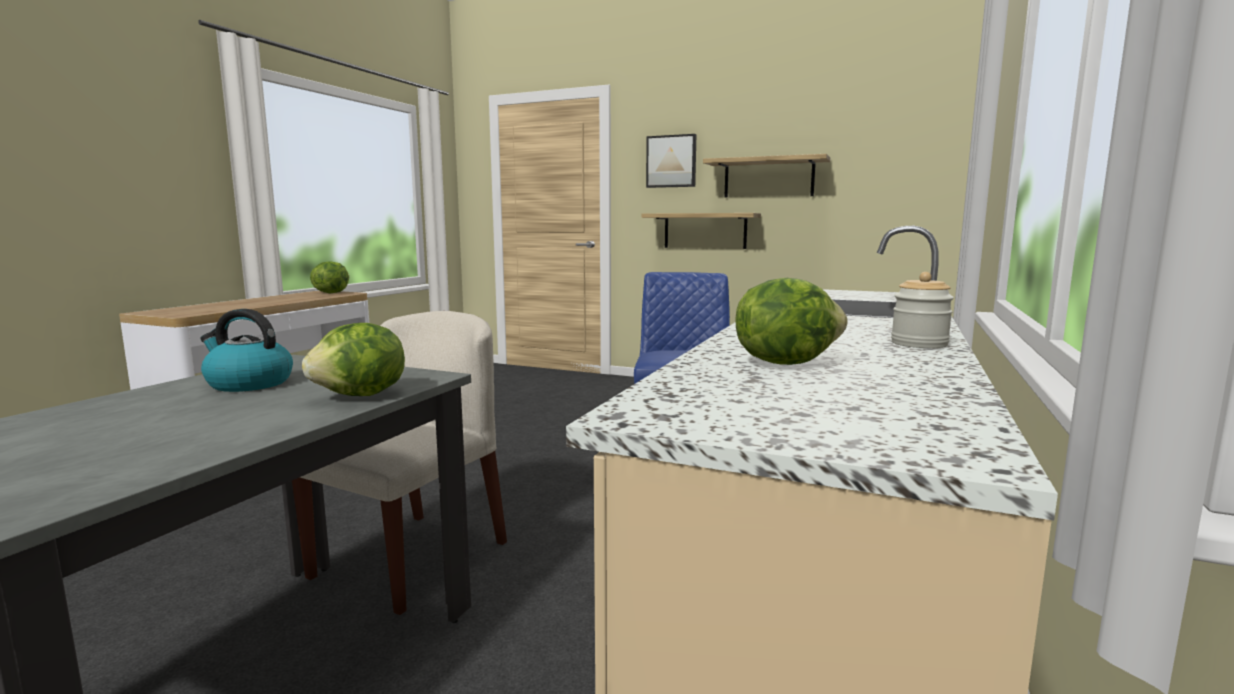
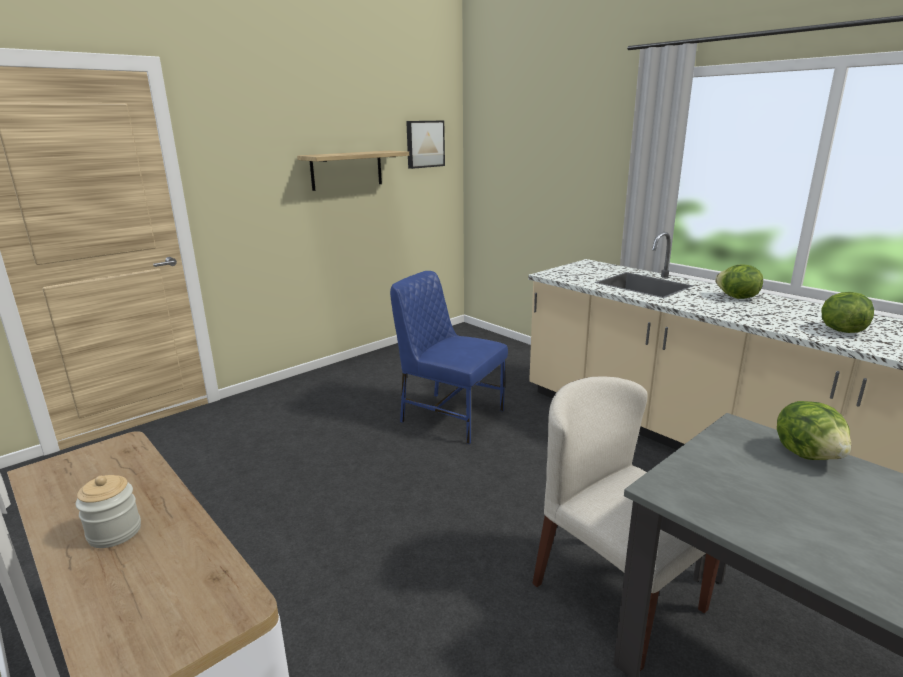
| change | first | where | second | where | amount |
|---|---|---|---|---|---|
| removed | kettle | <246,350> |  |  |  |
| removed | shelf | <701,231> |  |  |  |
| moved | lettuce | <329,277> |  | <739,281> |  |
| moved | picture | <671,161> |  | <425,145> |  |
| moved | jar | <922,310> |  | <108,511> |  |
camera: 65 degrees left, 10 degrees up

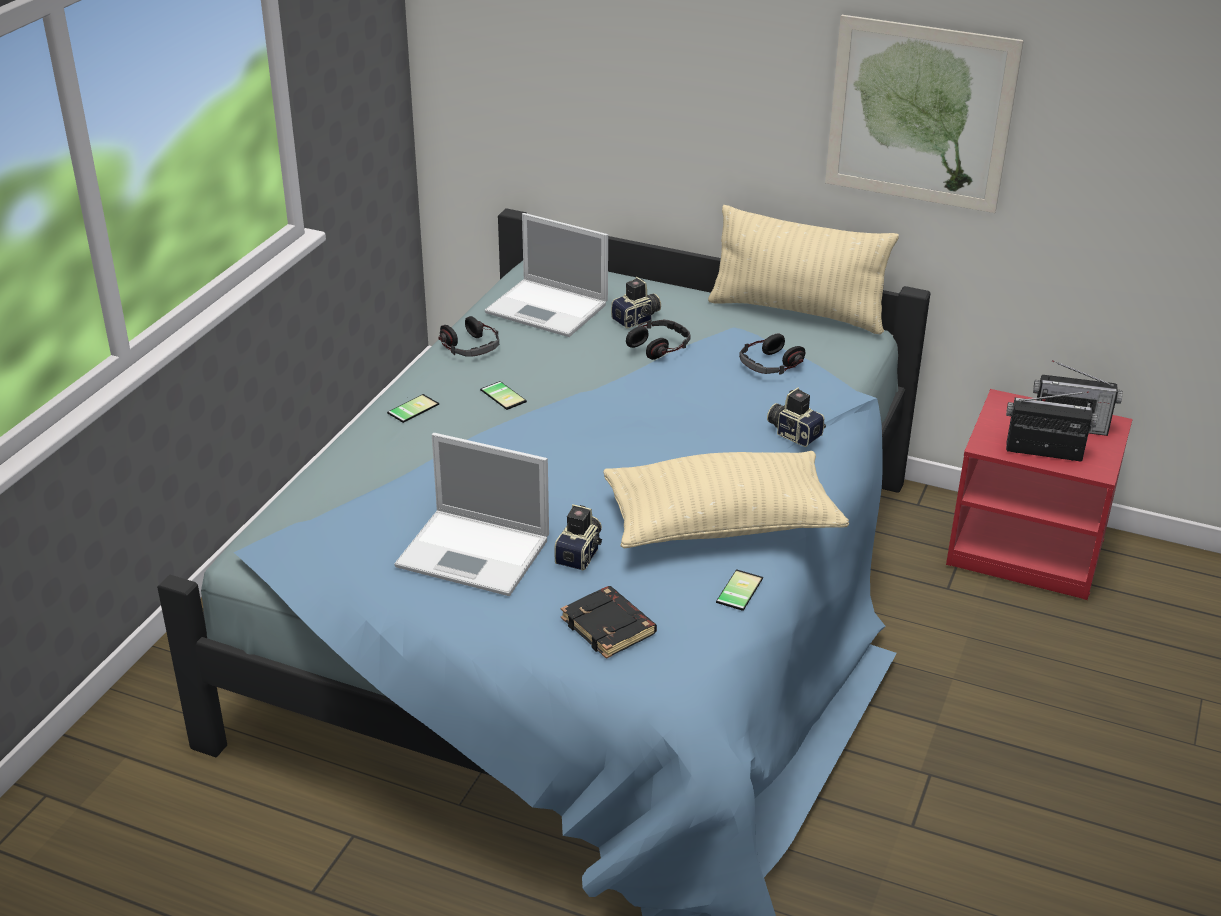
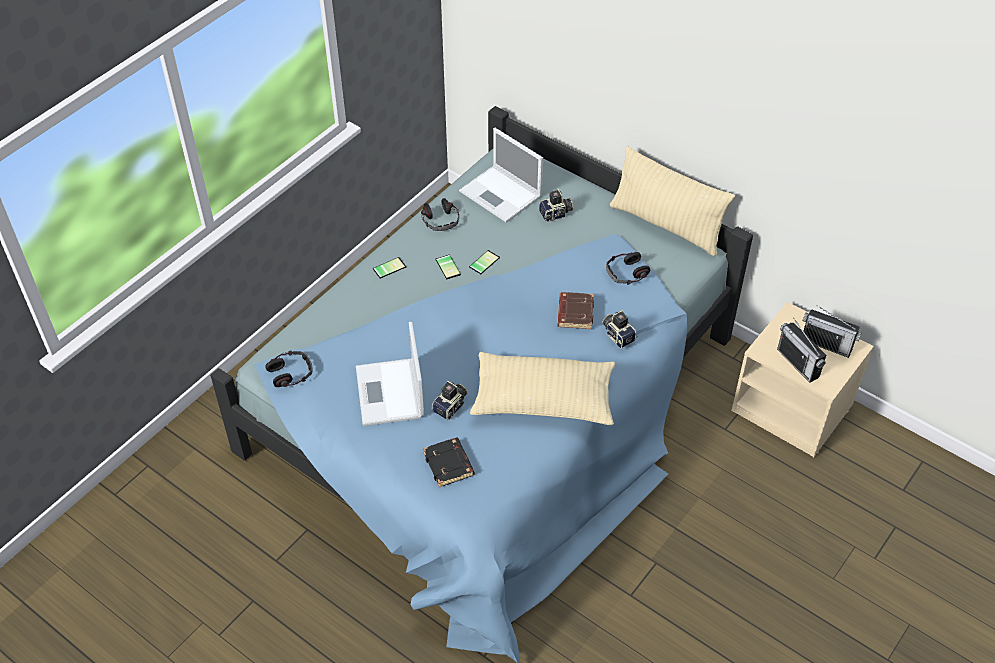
| change | first | where | second | where | amount |
|---|---|---|---|---|---|
| removed | picture | <924,114> |  |  |  |
| added |  |  | brown book | <575,310> |  |
| moved | headphones | <658,339> |  | <289,368> |  |
| moved | phone | <739,590> |  | <484,262> |  |
| recoloured | red nightstand | <1039,494> | beige nightstand | <802,379> |  |
| turned | laptop | <471,514> |  | <390,374> | 45 degrees clockwise |
| turned | radio | <1052,426> |  | <801,350> | 150 degrees counterclockwise |
camera: 15 degrees right, 15 degrees up

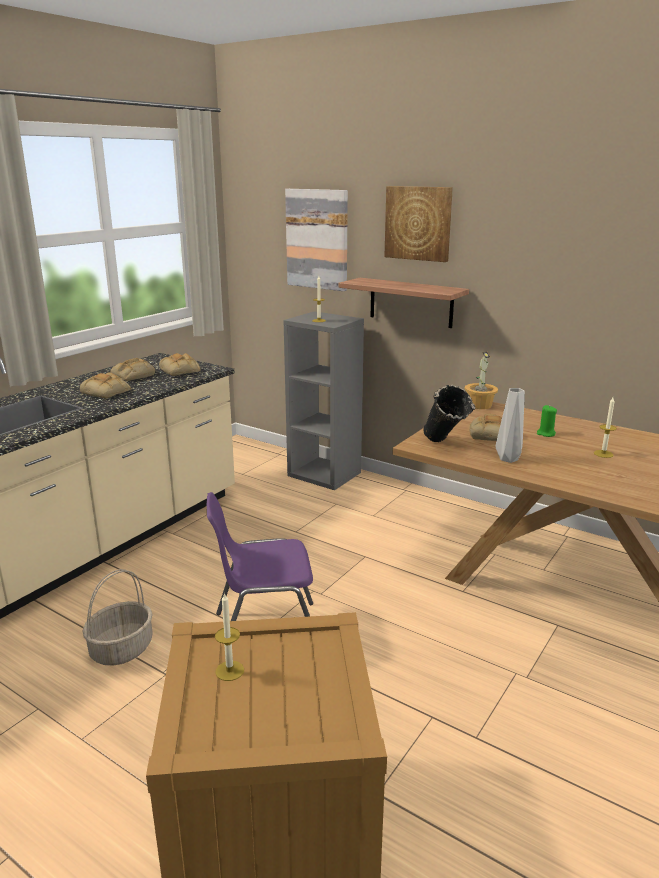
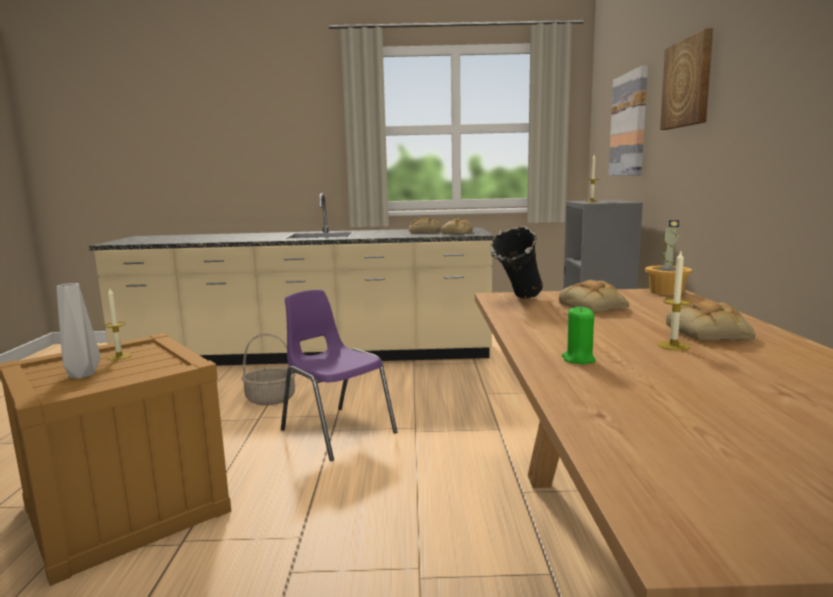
| change | first | where | second | where | amount |
|---|---|---|---|---|---|
| removed | shelf | <403,303> |  |  |  |
| moved | bread | <105,385> |  | <710,320> |  |
| moved | grey vase | <510,425> |  | <78,331> |  |
| moved | green candle | <547,421> |  | <579,335> |  |
camera: 55 degrees right, 10 degrees down

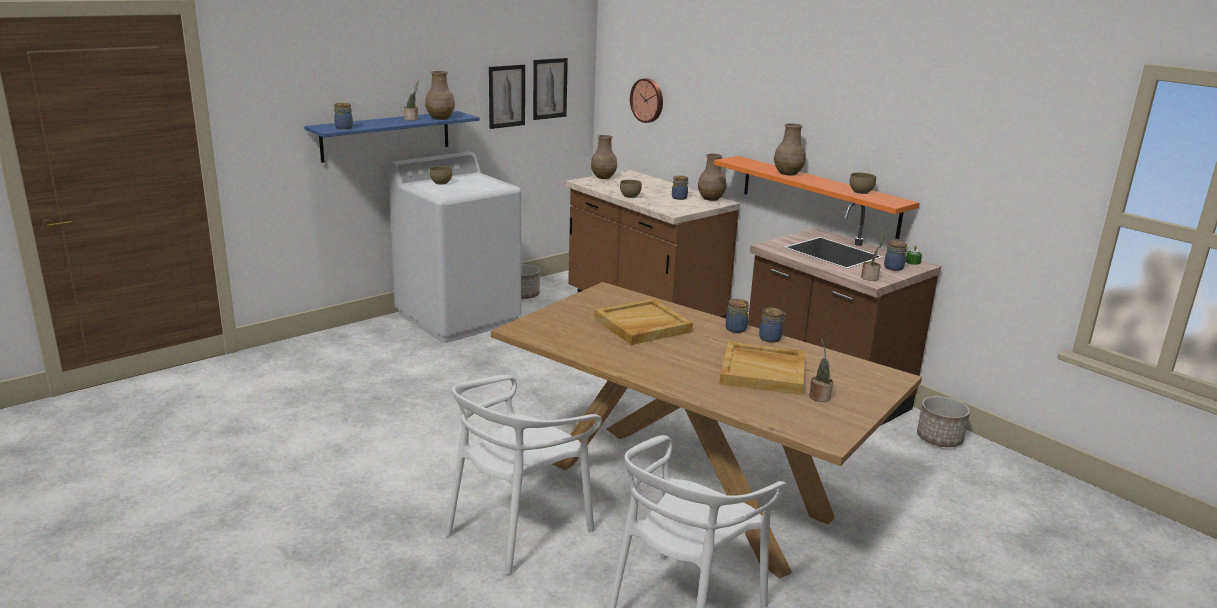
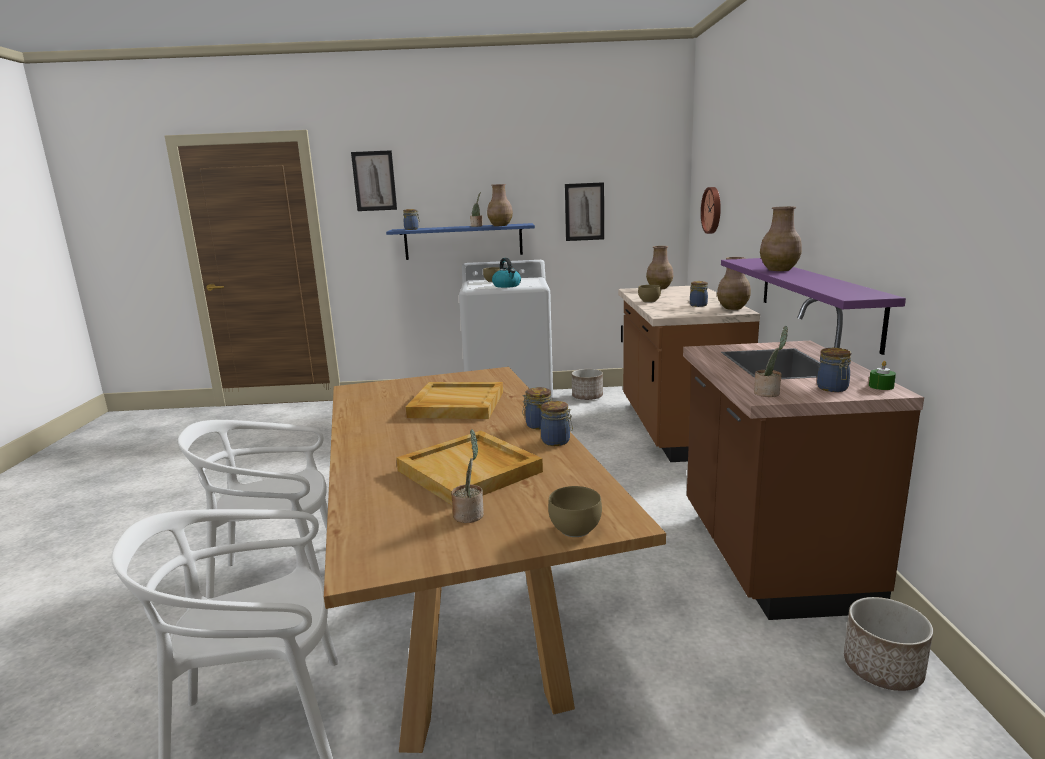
| change | first | where | second | where | amount |
|---|---|---|---|---|---|
| added |  |  | kettle | <506,273> |  |
| moved | picture | <550,89> |  | <374,180> |  |
| moved | brown bowl | <863,183> |  | <575,511> |  |
| recoloured | orange shelf | <816,197> | purple shelf | <813,306> |  |
camera: 40 degrees right, 5 degrees down

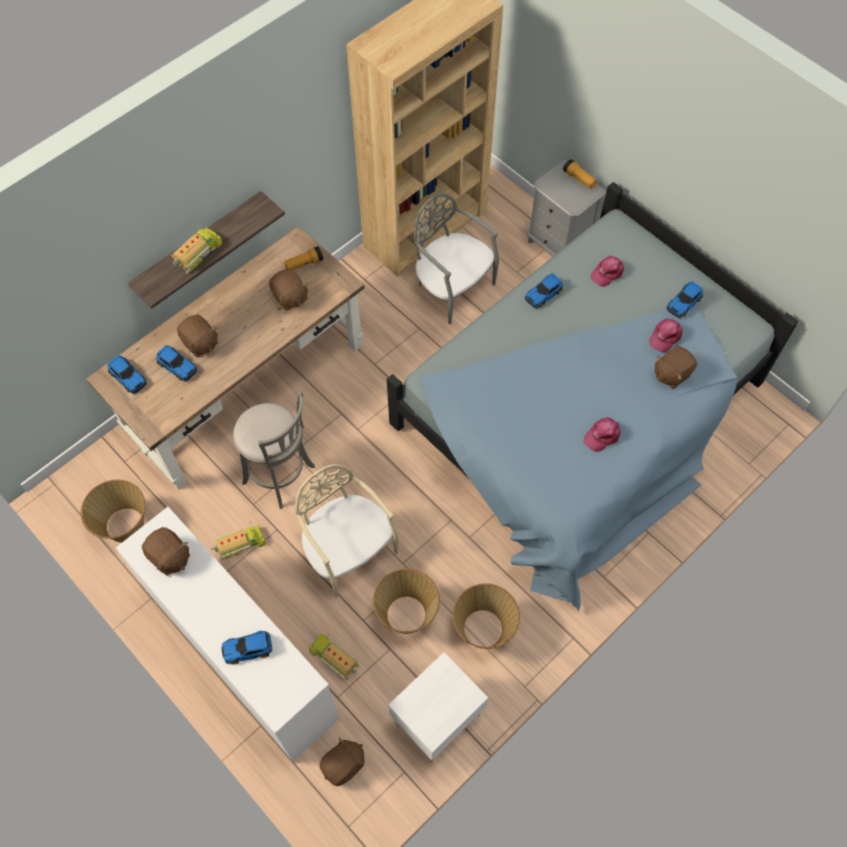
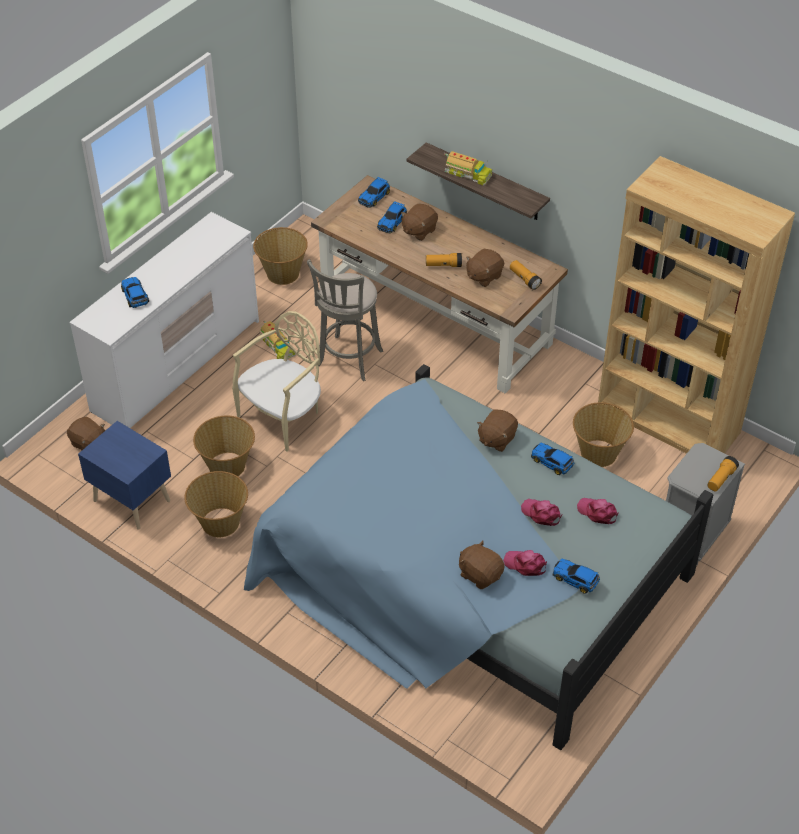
| change | first | where | second | where | amount |
|---|---|---|---|---|---|
| removed | toy truck | <334,656> |  |  |  |
| added |  |  | flashlight | <444,260> |  |
| moved | brown plush toy | <166,551> |  | <497,430> |  |
| moved | pink cap | <602,435> |  | <541,512> |  |
| replaced | grey chair | <456,258> | basket | <603,434> |  |
| recoloured | white nightstand | <438,707> | blue nightstand | <124,475> |  |
camera: 80 degrees right, 15 degrees down

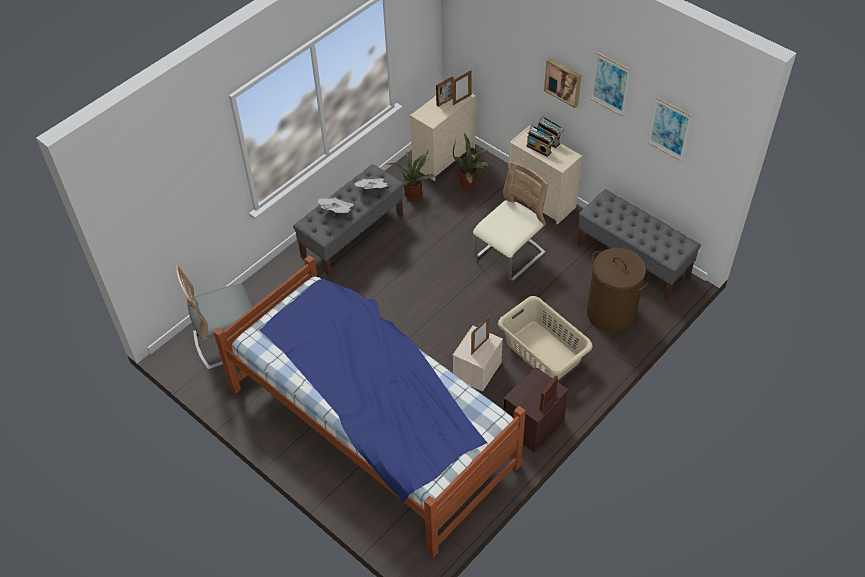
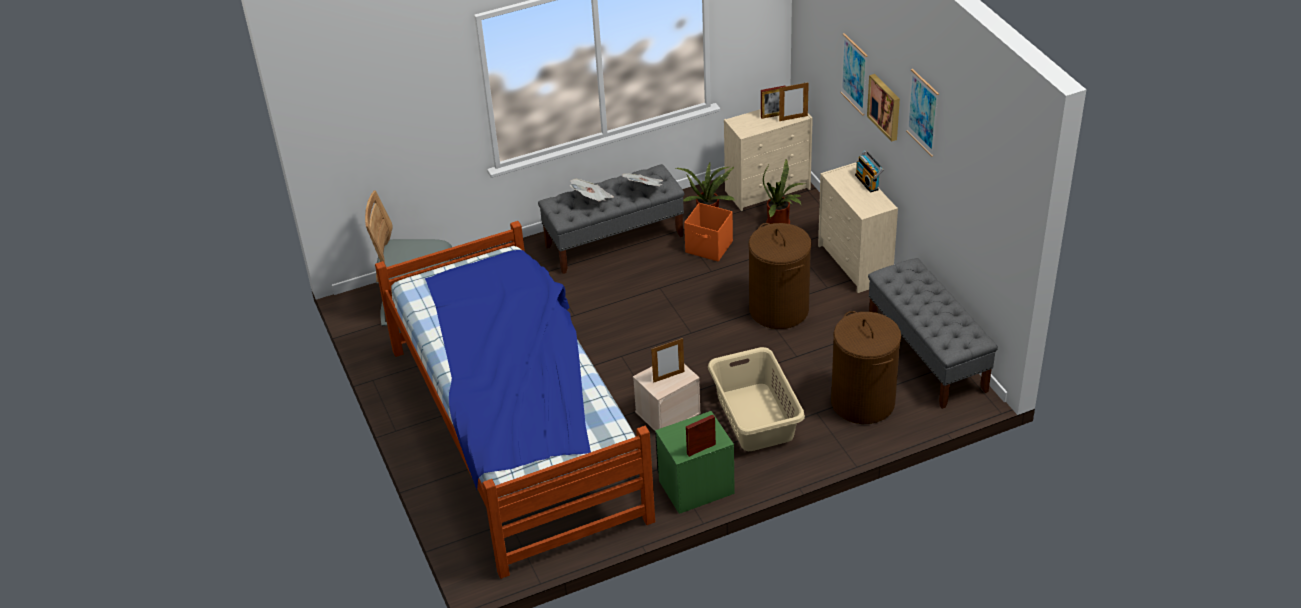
| change | first | where | second | where | amount |
|---|---|---|---|---|---|
| removed | radio | <540,141> |  |  |  |
| added |  |  | orange storage box | <708,232> |  |
| moved | picture | <670,129> |  | <853,74> |  |
| replaced | beige chair | <510,221> | brown laundry basket | <780,276> |  |
| recoloured | brown nightstand | <536,409> | green nightstand | <695,462> |  |
camera: 25 degrees right, 10 degrees down

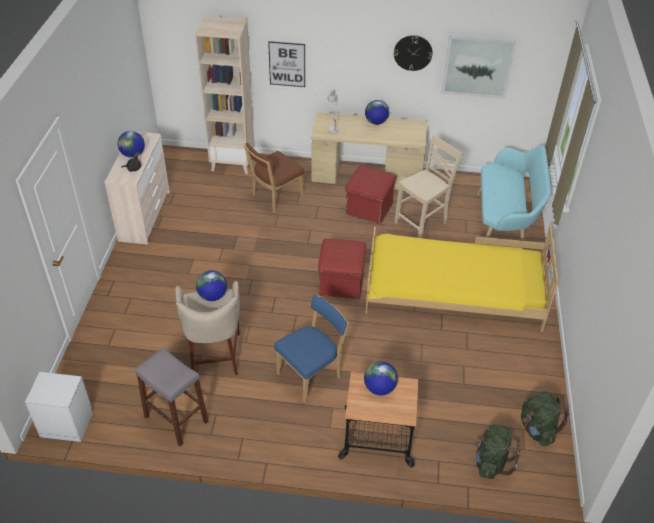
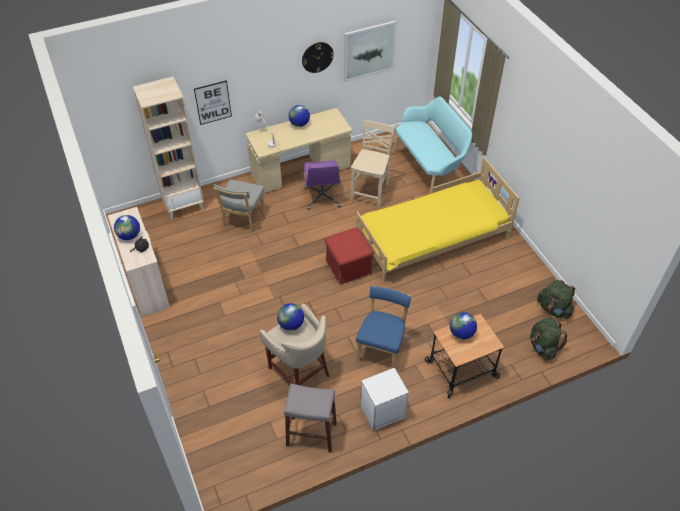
| change | first | where | second | where | amount |
|---|---|---|---|---|---|
| moved | white nightstand | <59,407> |  | <384,399> |  |
| replaced | red ottoman | <370,195> | purple office chair | <322,185> |  |
| recoloured | brown chair | <274,178> | grey chair | <239,206> |  |
camera: 30 degrees left, 5 degrees up

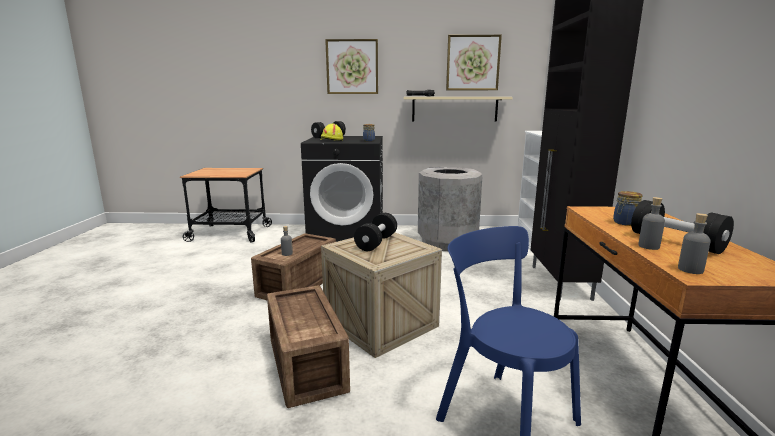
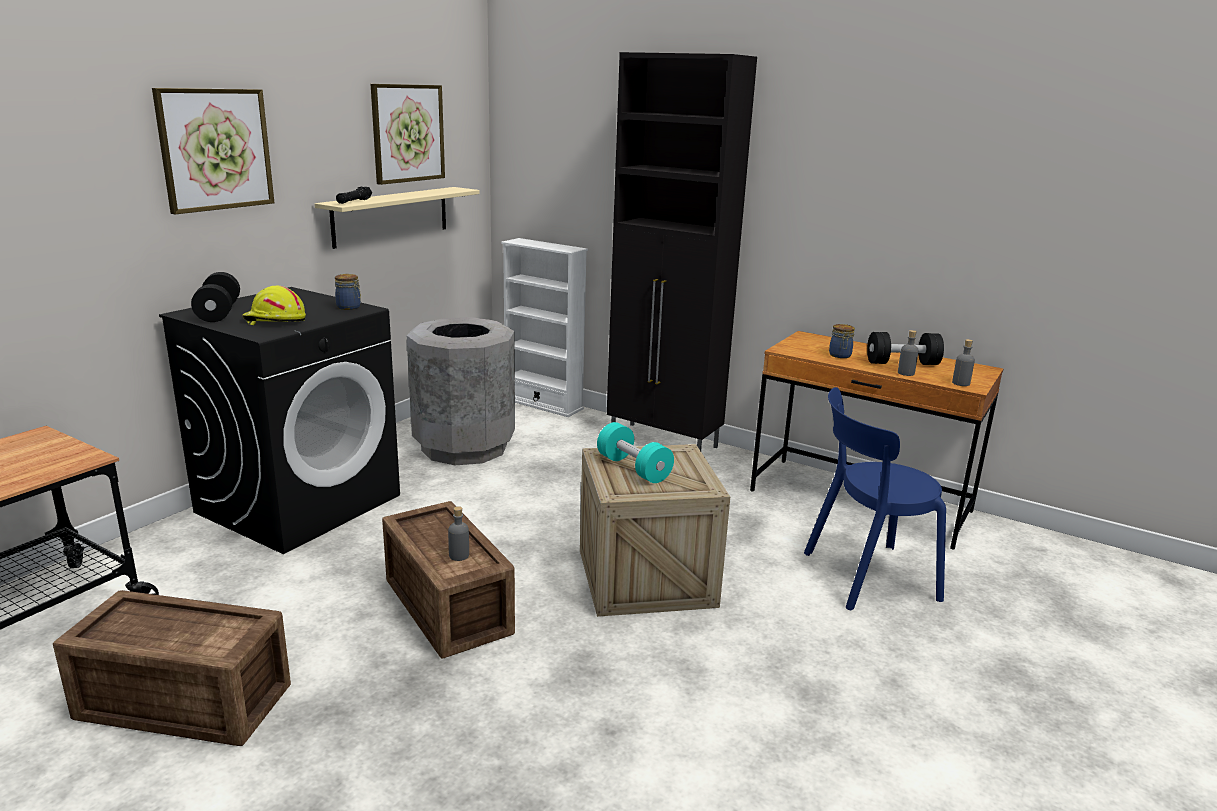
| change | first | where | second | where | amount |
|---|---|---|---|---|---|
| moved | crate | <308,346> |  | <172,668> |  |
| recoloured | black dumbbell | <375,232> | turquoise dumbbell | <635,452> |  |
camera: 60 degrees left, 5 degrees up

